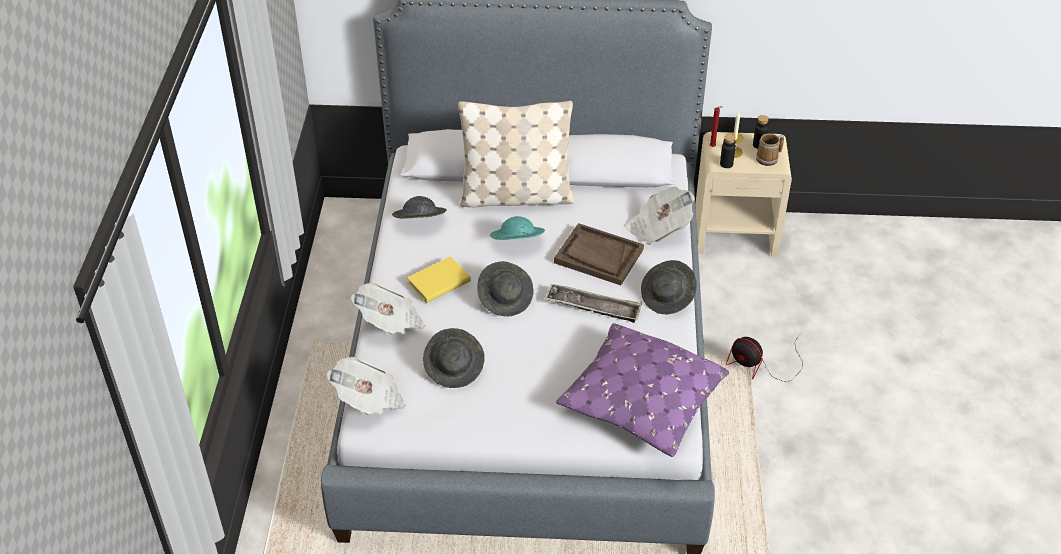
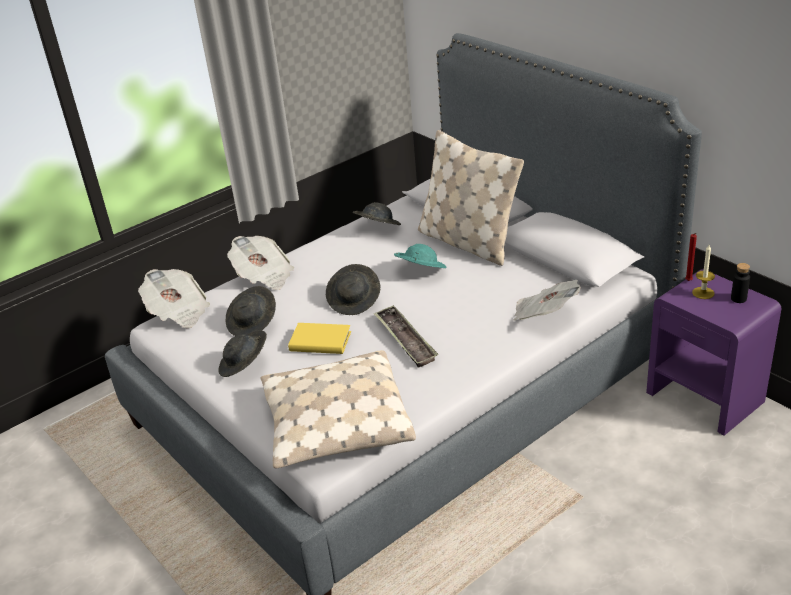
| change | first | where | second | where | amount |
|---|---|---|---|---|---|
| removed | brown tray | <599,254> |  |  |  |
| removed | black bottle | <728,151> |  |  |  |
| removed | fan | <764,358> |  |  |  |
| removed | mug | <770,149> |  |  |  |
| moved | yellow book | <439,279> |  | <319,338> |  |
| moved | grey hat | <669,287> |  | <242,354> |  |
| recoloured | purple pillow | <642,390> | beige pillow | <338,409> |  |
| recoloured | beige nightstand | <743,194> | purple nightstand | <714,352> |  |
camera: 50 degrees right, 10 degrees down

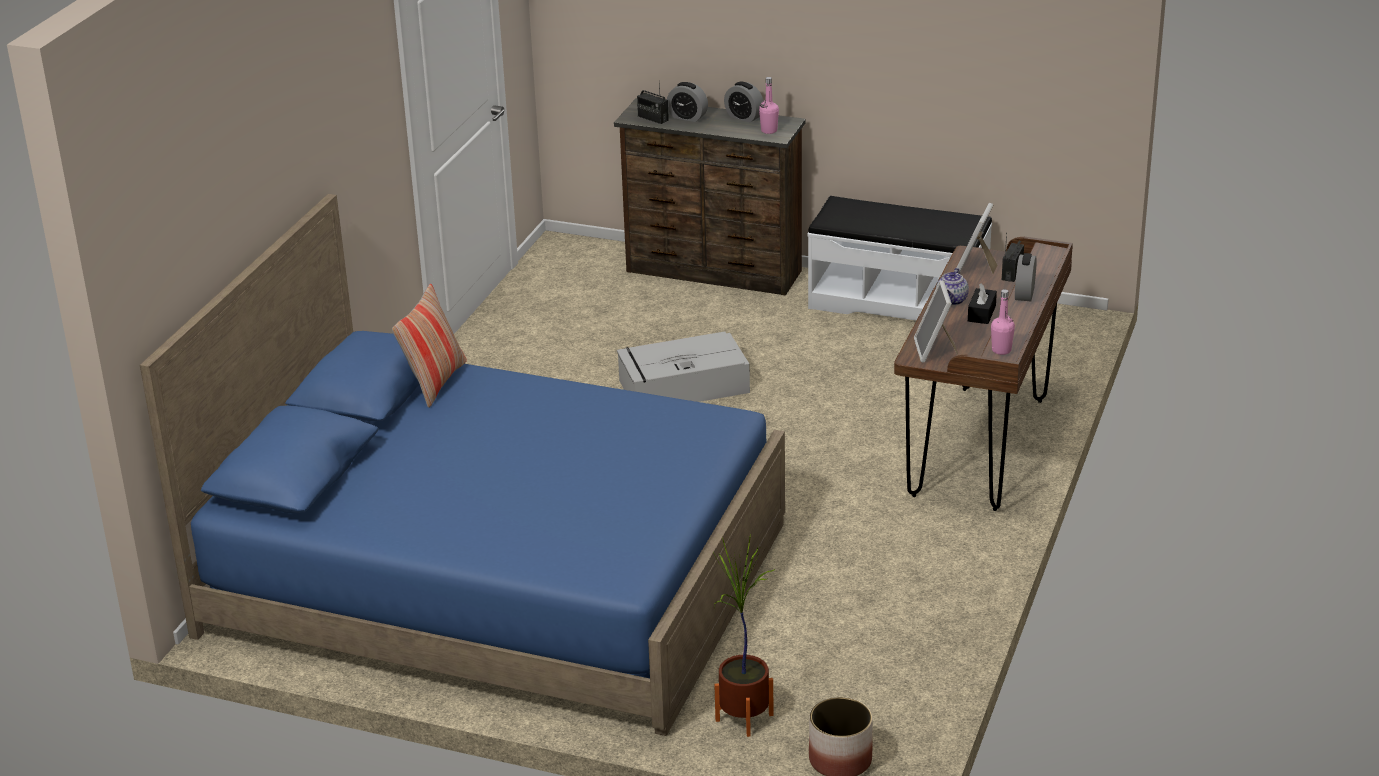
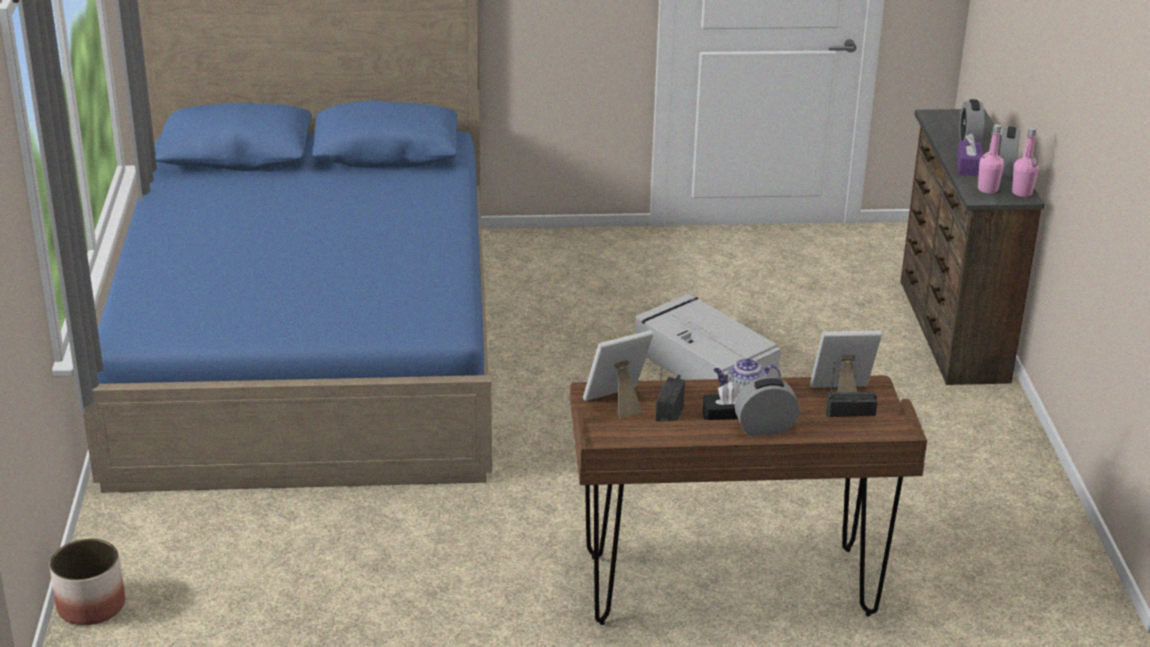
| change | first | where | second | where | amount |
|---|---|---|---|---|---|
| removed | pillow | <429,346> |  |  |  |
| removed | potted plant | <744,635> |  |  |  |
| removed | white bench | <900,258> |  |  |  |
| added |  |  | purple tissue box | <970,154> |  |
| moved | radio | <653,102> |  | <670,394> |  |
| moved | pink bottle | <1003,322> |  | <1025,162> |  |
camera: 65 degrees right, 0 degrees up

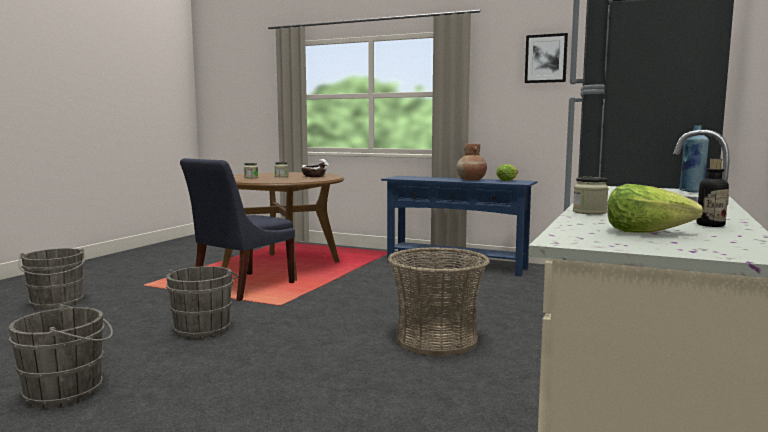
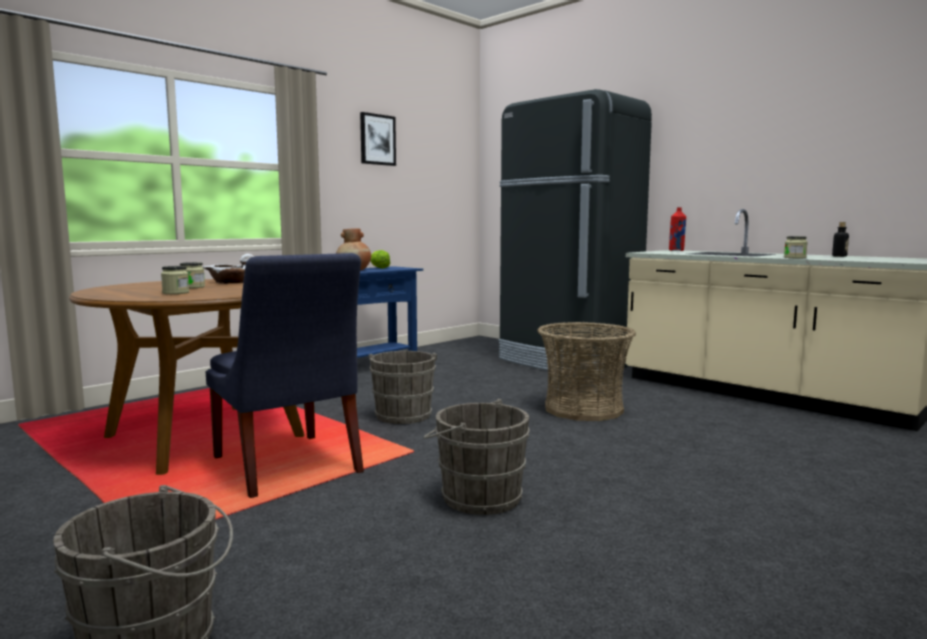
| change | first | where | second | where | amount |
|---|---|---|---|---|---|
| removed | lettuce | <655,208> |  |  |  |
| moved | grey bucket | <60,356> |  | <402,387> |  |
| recoloured | blue bottle | <694,159> | red bottle | <677,229> |  |
camera: 70 degrees left, 0 degrees up

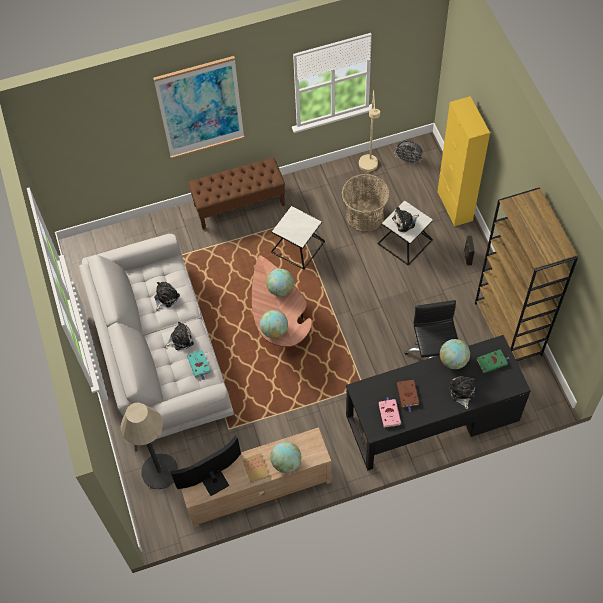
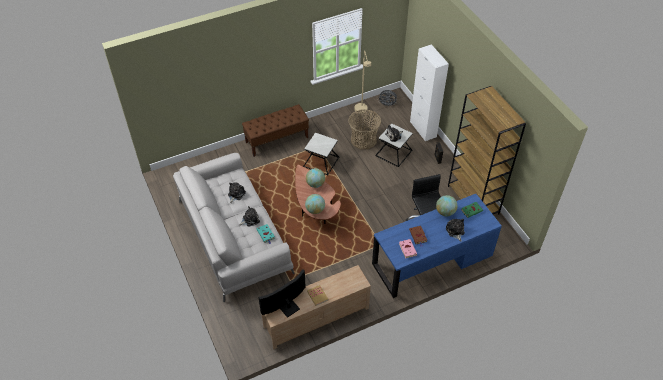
| change | first | where | second | where | amount |
|---|---|---|---|---|---|
| removed | floor lamp | <149,446> |  |  |  |
| removed | picture | <198,107> |  |  |  |
| removed | globe | <286,457> |  |  |  |
| recoloured | black desk | <438,403> | blue desk | <437,246> |  |
| recoloured | yellow cabinet | <463,161> | white cabinet | <429,92> |  |
camera: 10 degrees left, 10 degrees down

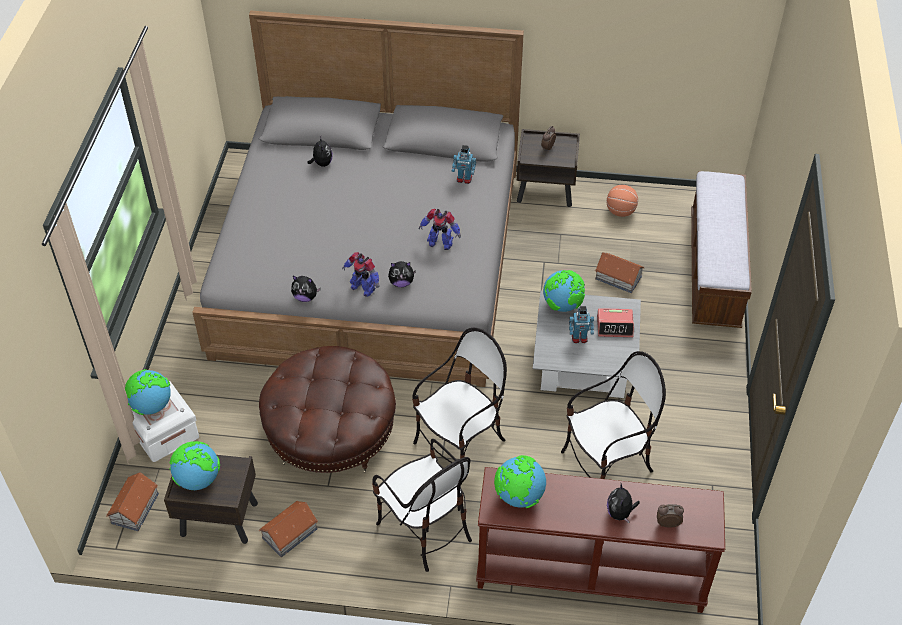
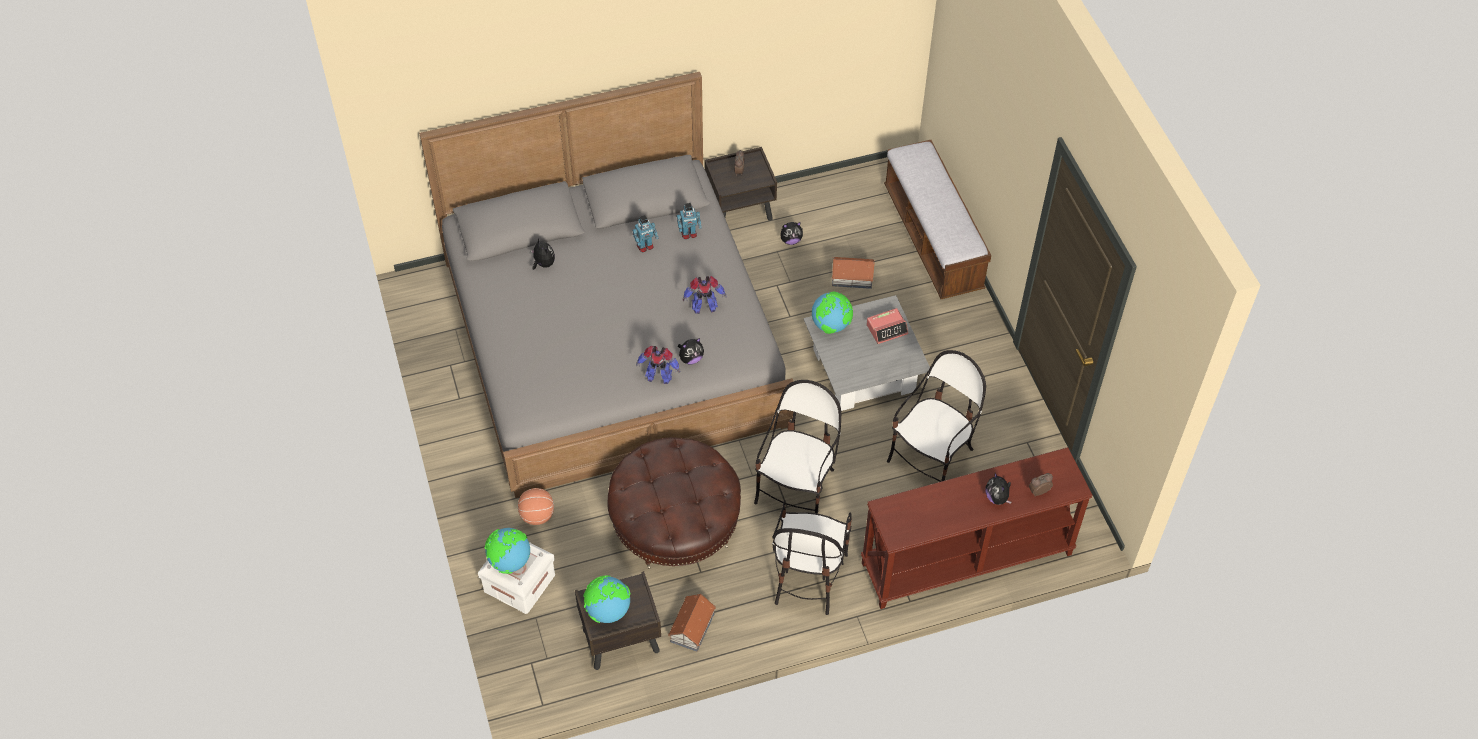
| change | first | where | second | where | amount |
|---|---|---|---|---|---|
| removed | toy house | <132,501> |  |  |  |
| removed | globe | <520,481> |  |  |  |
| moved | plush toy | <306,289> |  | <791,233> |  |
| moved | toy robot | <581,324> |  | <645,233> |  |
| moved | basketball | <622,201> |  | <536,506> |  |
| turned | chair | <422,505> |  | <812,557> | 75 degrees clockwise |
camera: 25 degrees left, 5 degrees up

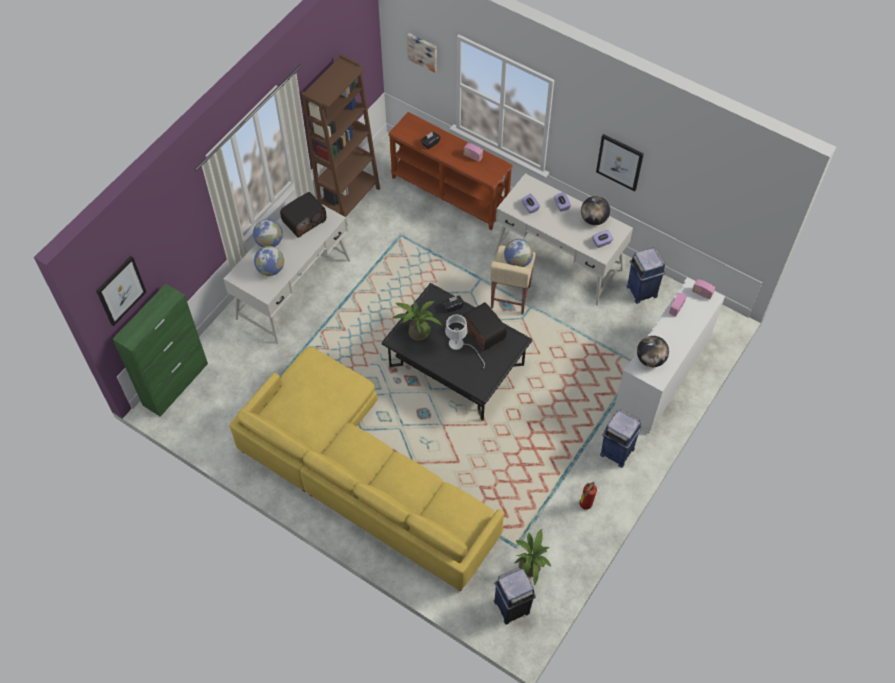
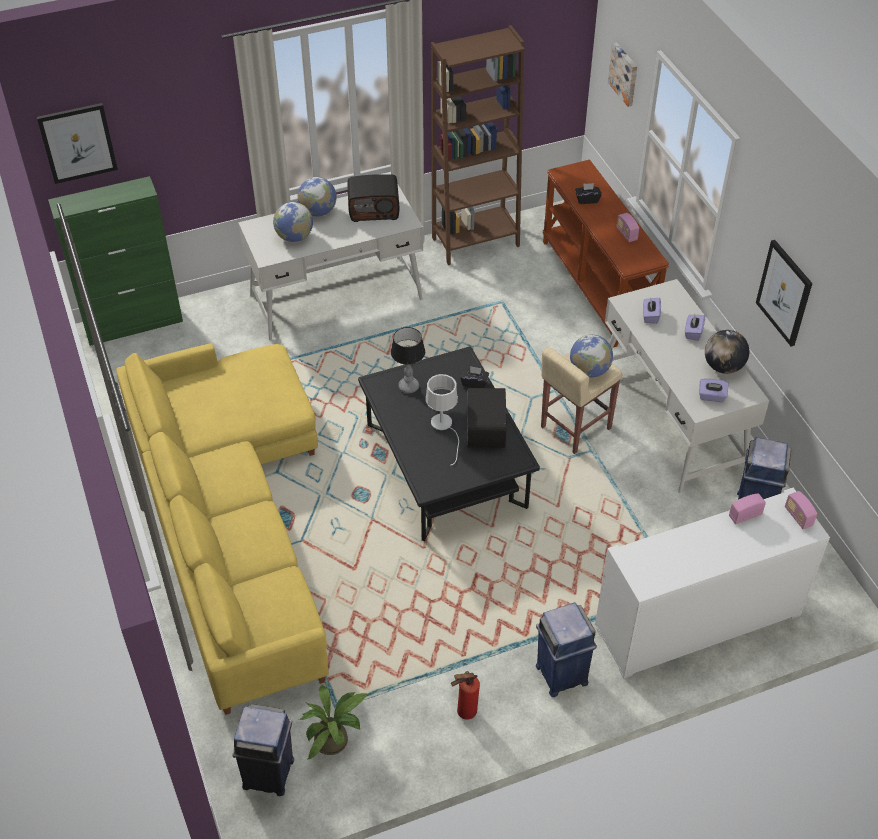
| change | first | where | second | where | amount |
|---|---|---|---|---|---|
| removed | globe | <653,351> |  |  |  |
| replaced | potted plant | <417,320> | table lamp | <408,360> |  |
camera: 35 degrees right, 10 degrees down

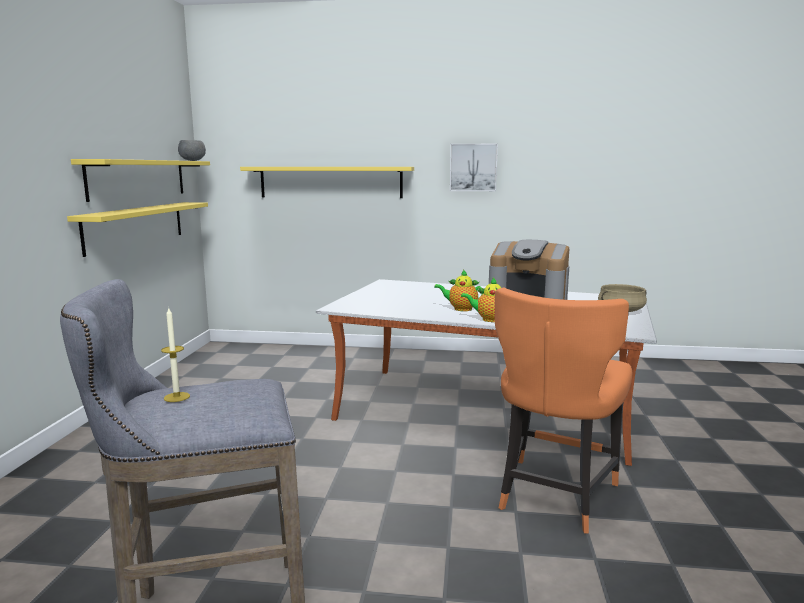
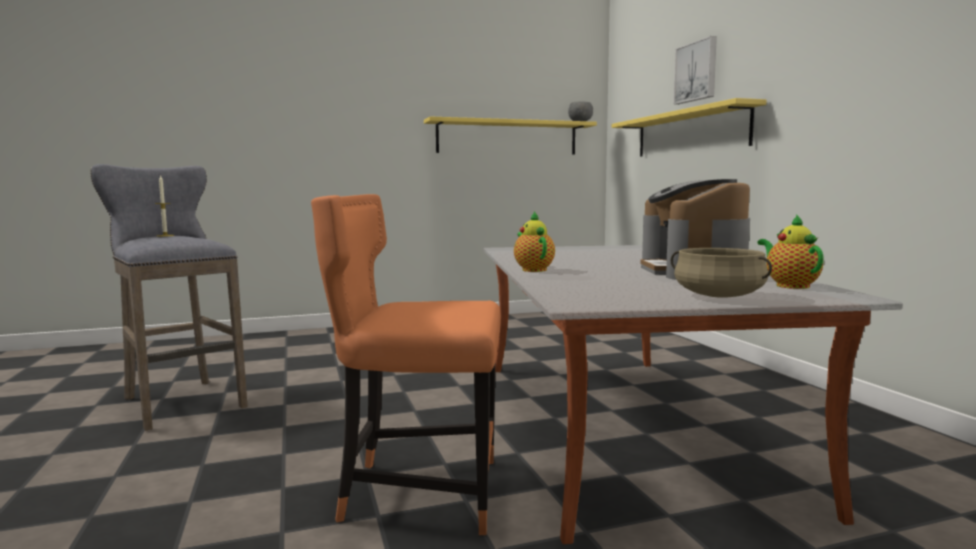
| change | first | where | second | where | amount |
|---|---|---|---|---|---|
| removed | yellow shelf | <137,229> |  |  |  |
| moved | teapot | <458,290> |  | <790,251> |  |
| moved | picture | <474,167> |  | <695,70> |  |
camera: 65 degrees right, 5 degrees down

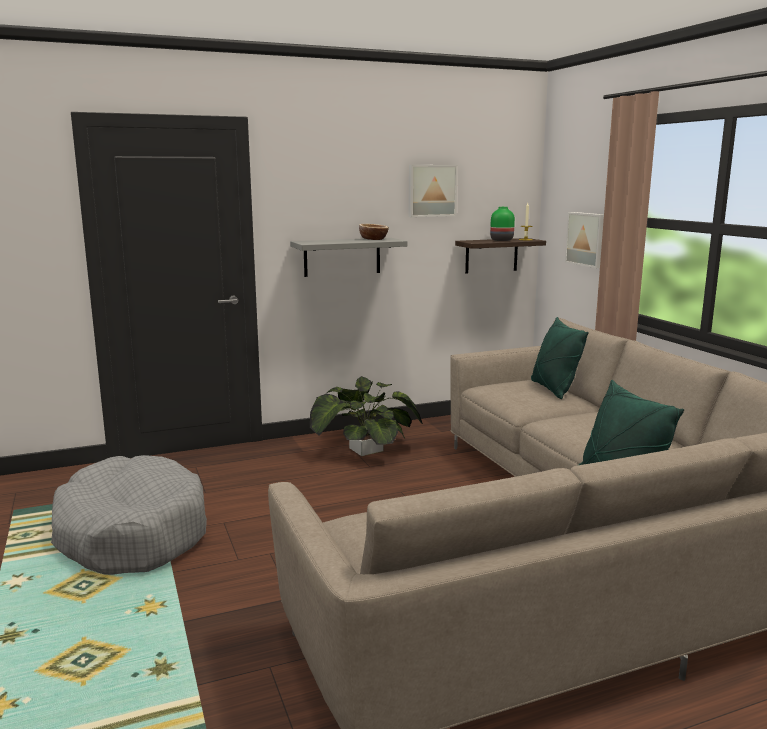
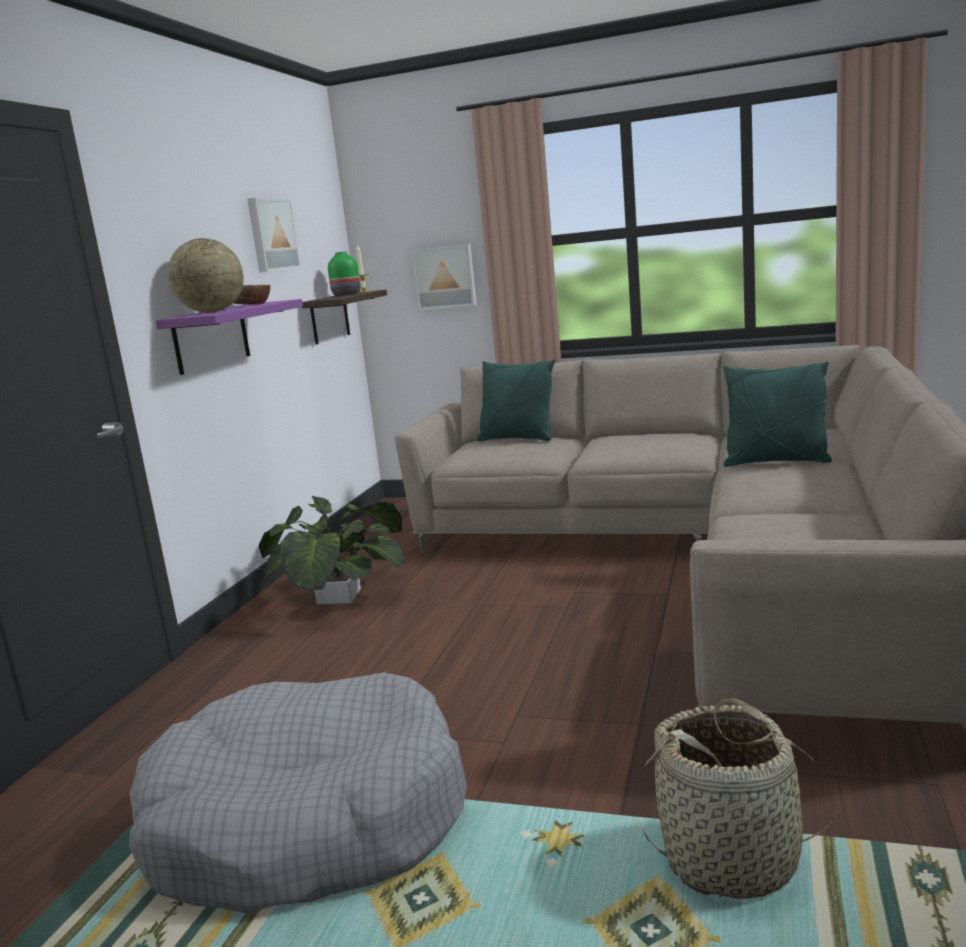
| change | first | where | second | where | amount |
|---|---|---|---|---|---|
| added |  |  | globe | <206,275> |  |
| added |  |  | basket | <740,798> |  |
| recoloured | grey shelf | <349,257> | purple shelf | <229,337> |  |
camera: 50 degrees left, 0 degrees up

